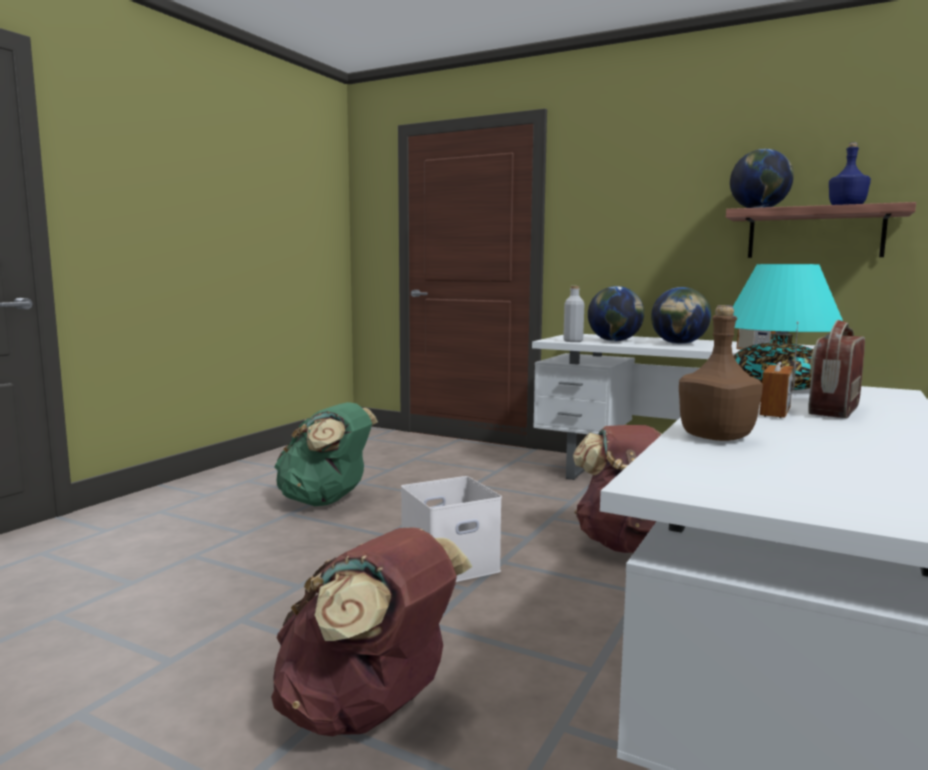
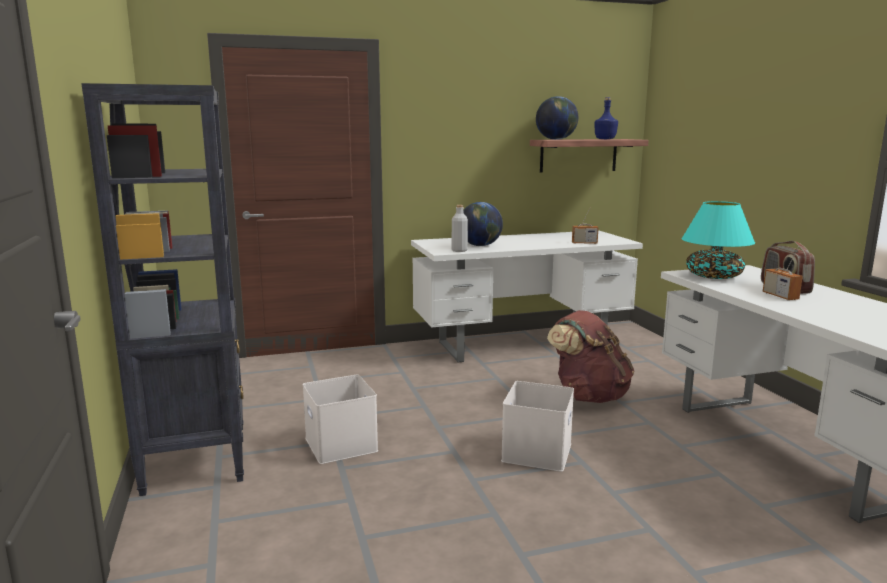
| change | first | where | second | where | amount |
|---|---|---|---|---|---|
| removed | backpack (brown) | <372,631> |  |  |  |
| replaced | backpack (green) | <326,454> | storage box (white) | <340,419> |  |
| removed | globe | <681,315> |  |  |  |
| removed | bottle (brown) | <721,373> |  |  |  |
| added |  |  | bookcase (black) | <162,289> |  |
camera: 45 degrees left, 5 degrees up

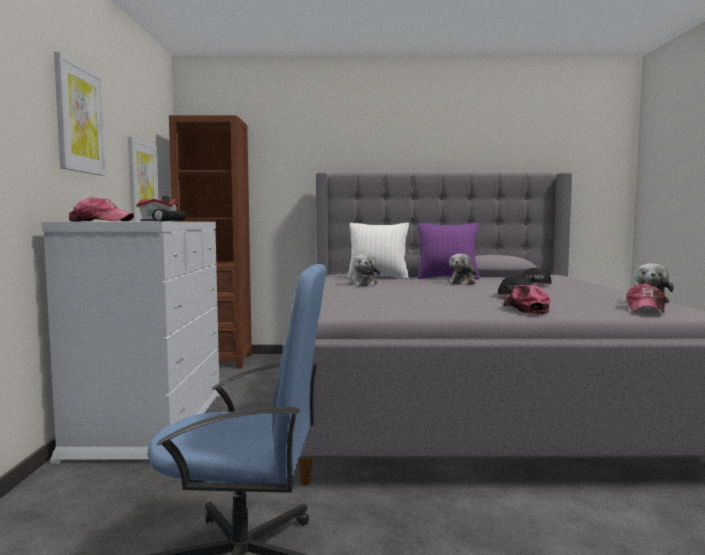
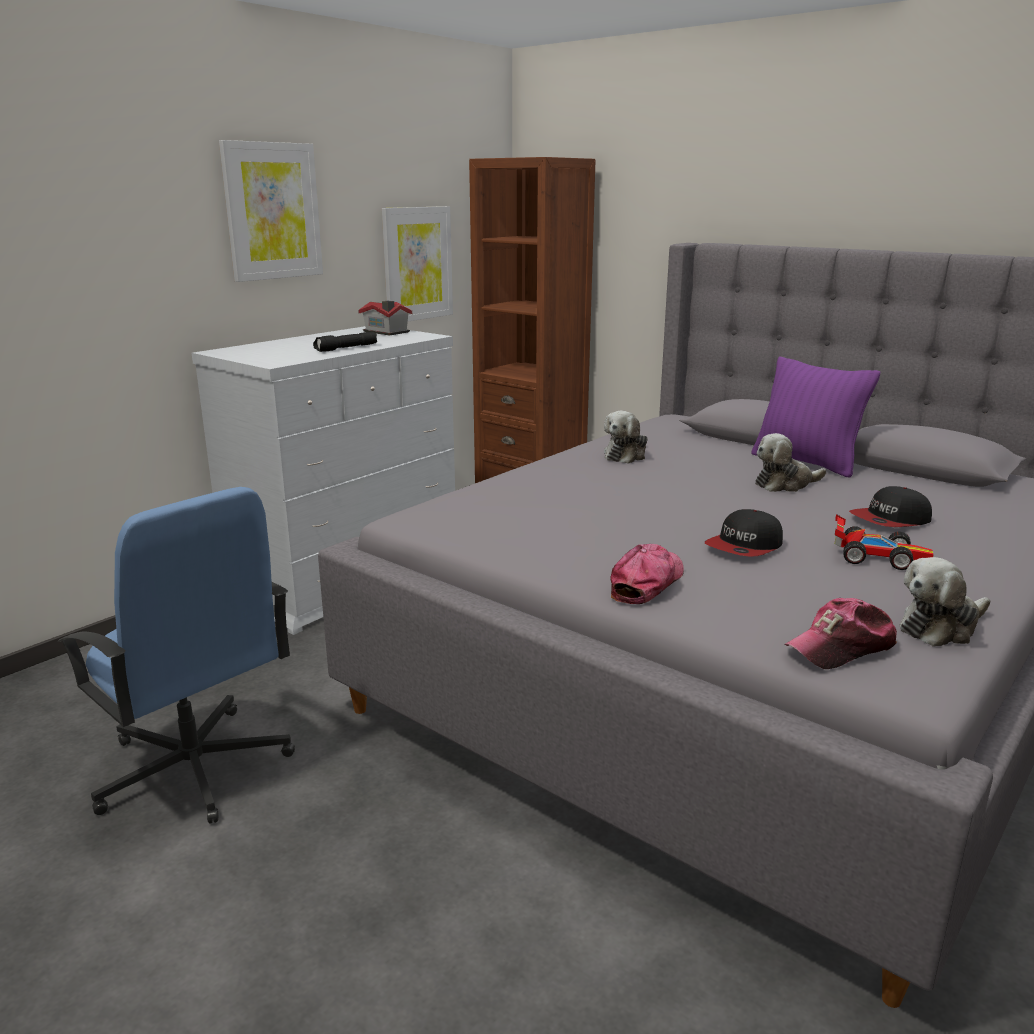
| change | first | where | second | where | amount |
|---|---|---|---|---|---|
| removed | cap | <101,209> |  |  |  |
| removed | pillow (white) | <378,251> |  |  |  |
| added |  |  | toy car | <884,542> |  |
camera: 40 degrees right, 15 degrees up

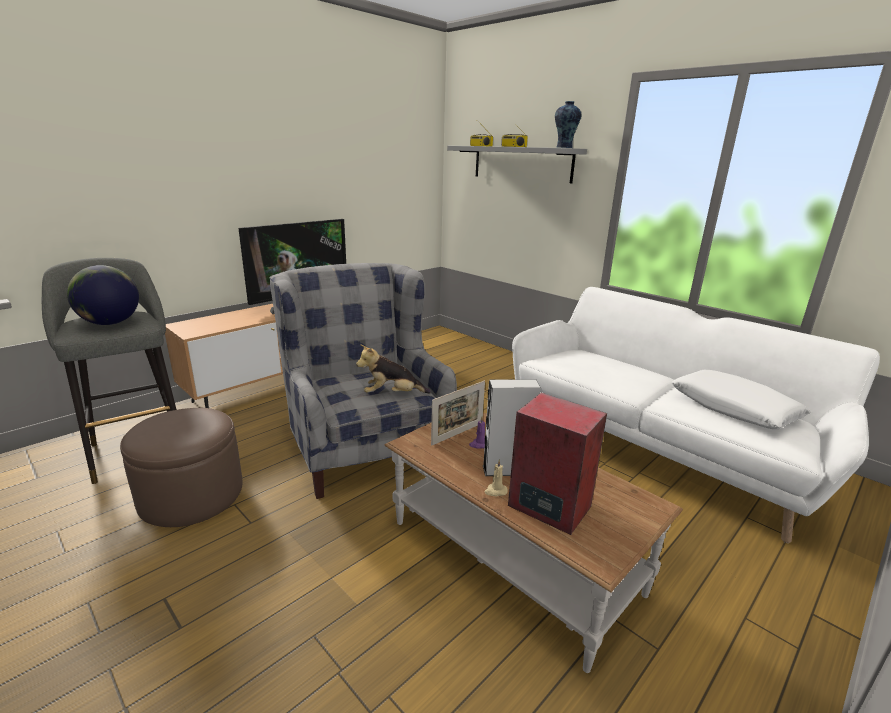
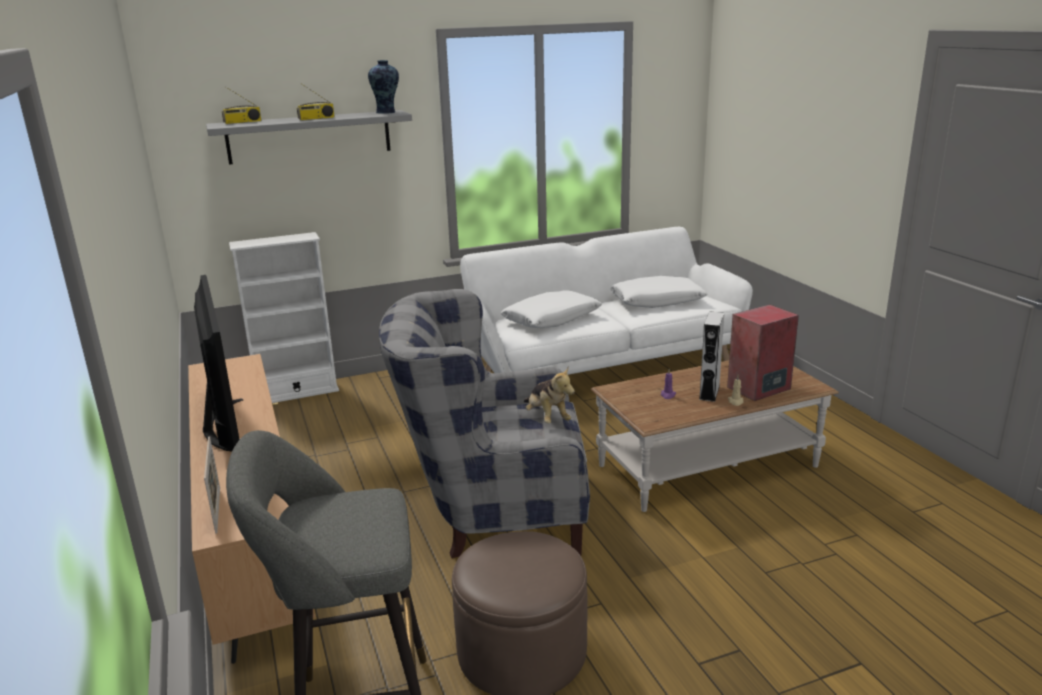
| change | first | where | second | where | amount |
|---|---|---|---|---|---|
| removed | globe | <103,295> |  |  |  |
| turned | plush toy | <393,368> |  | <549,395> | 45 degrees counterclockwise |
| moved | picture frame | <458,413> |  | <212,485> |  |
| added |  |  | bookcase (white) | <284,317> |  |
| added |  |  | pillow (white) | <551,309> |  |
camera: 65 degrees left, 0 degrees up

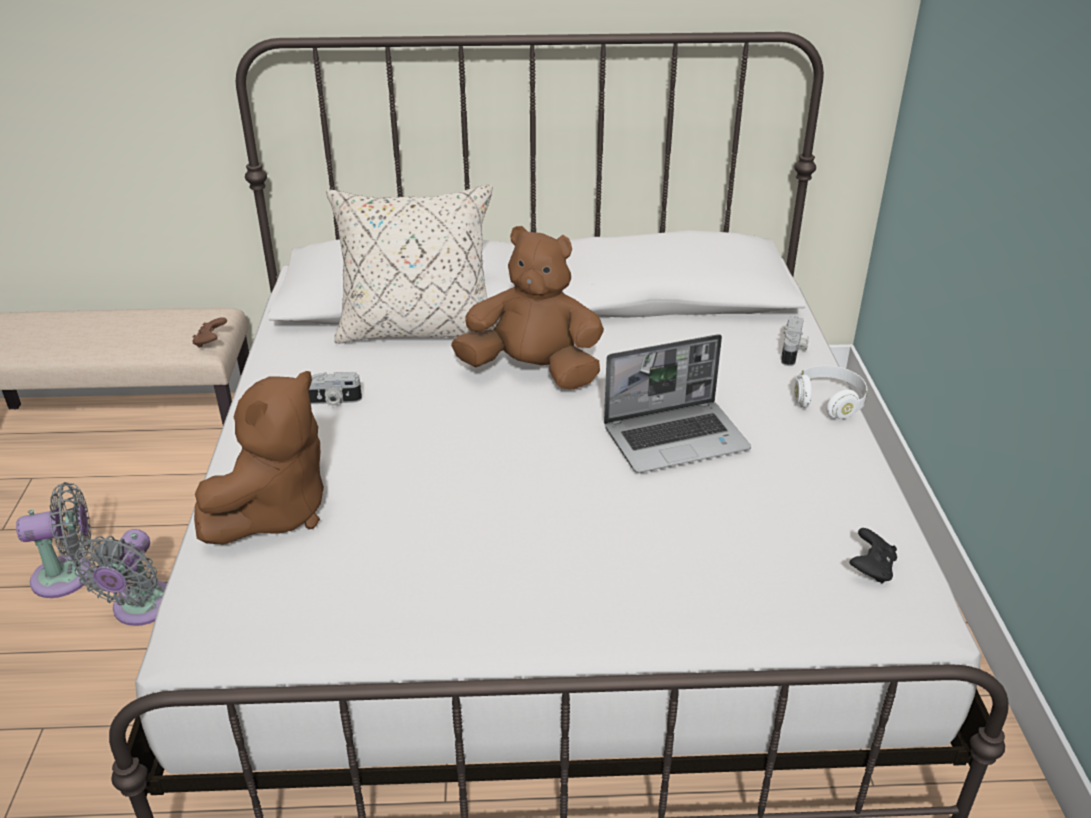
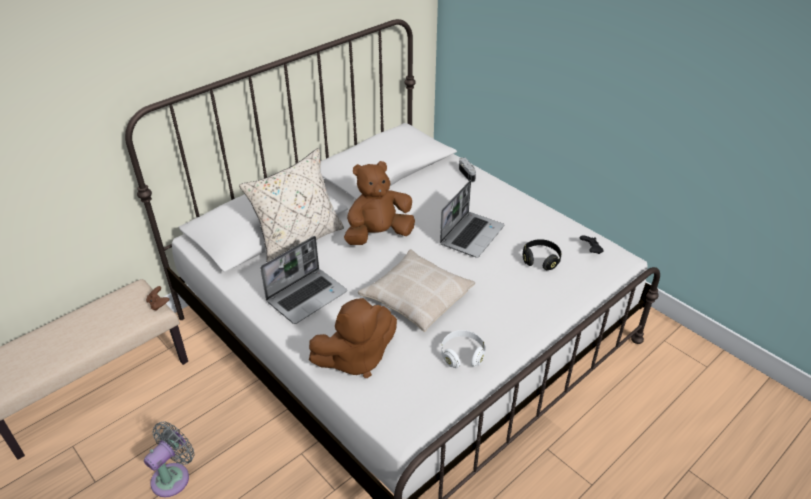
| change | first | where | second | where | amount |
|---|---|---|---|---|---|
| removed | fan (grey) | <120,577> |  |  |  |
| turned | plush toy (brown) | <259,458> |  | <353,338> | 75 degrees clockwise |
| replaced | photo camera | <335,389> | laptop | <303,280> |  |
| moved | headphones (white) | <830,392> |  | <463,349> |  |
| added |  |  | pillow (beige) | <416,290> |  |
| added |  |  | headphones (black) | <542,254> |  |
camera: 40 degrees left, 5 degrees up

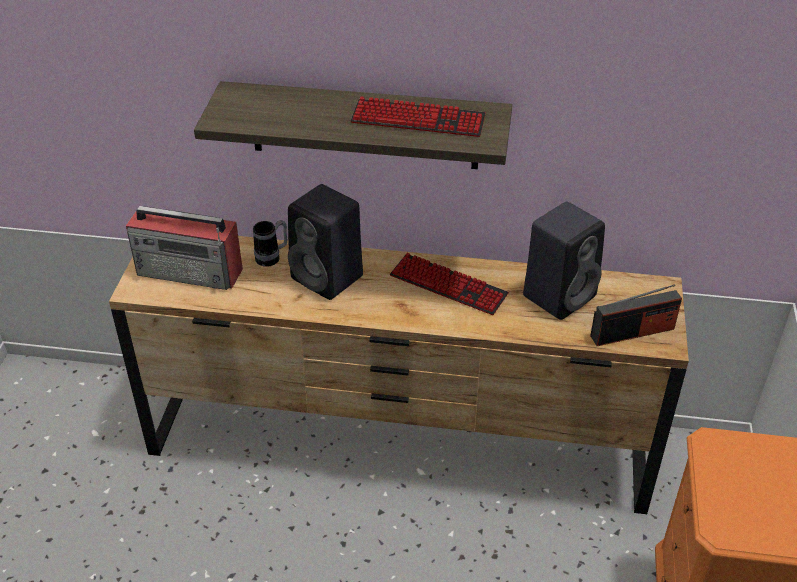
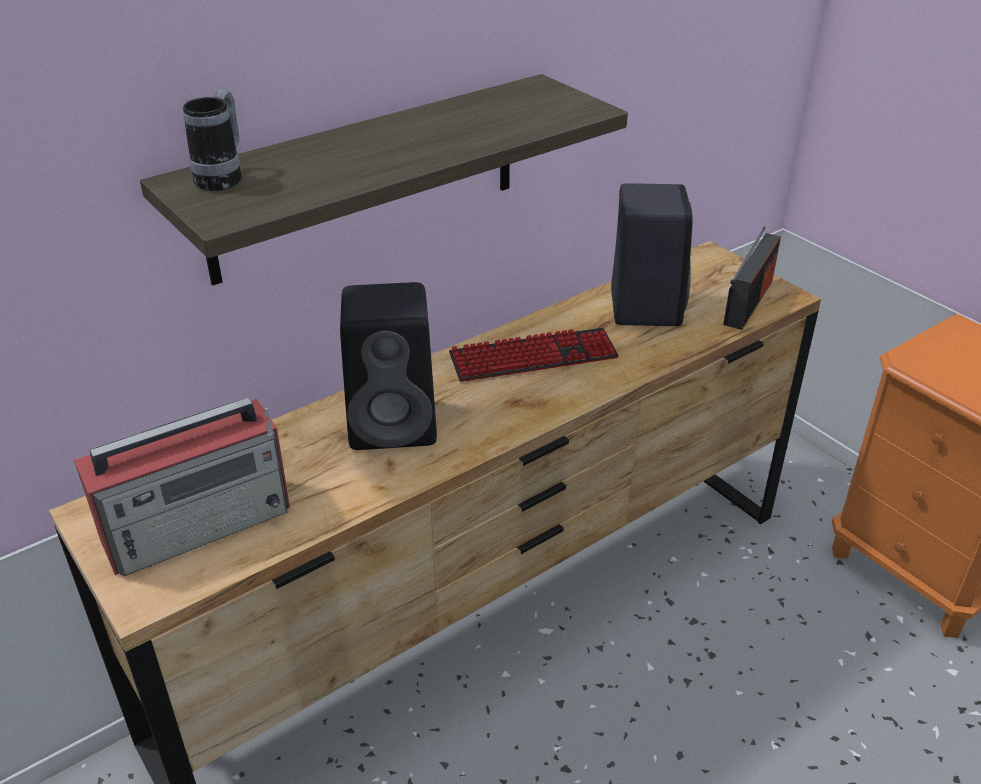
| change | first | where | second | where | amount |
|---|---|---|---|---|---|
| moved | mug | <270,243> |  | <212,140> |  |
| removed | keyboard | <418,116> |  |  |  |
camera: 45 degrees left, 5 degrees down

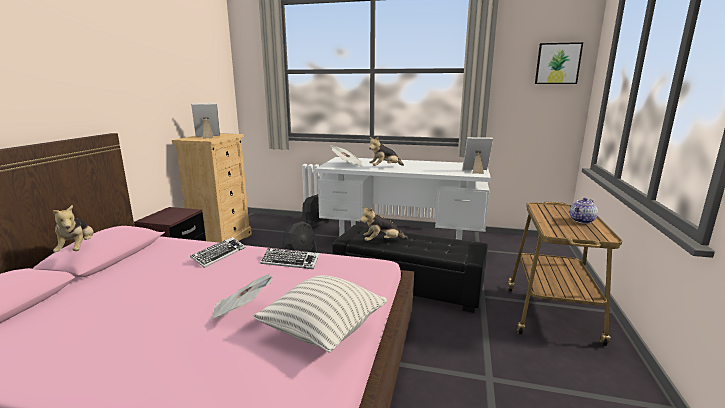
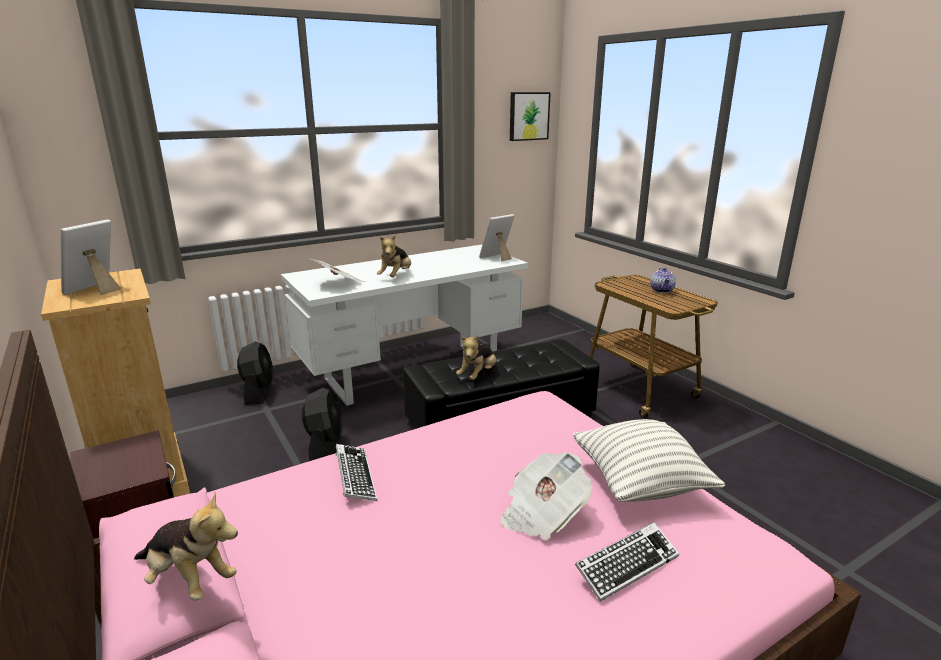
| change | first | where | second | where | amount |
|---|---|---|---|---|---|
| moved | keyboard | <289,258> |  | <627,561> |  |
camera: 45 degrees left, 5 degrees up

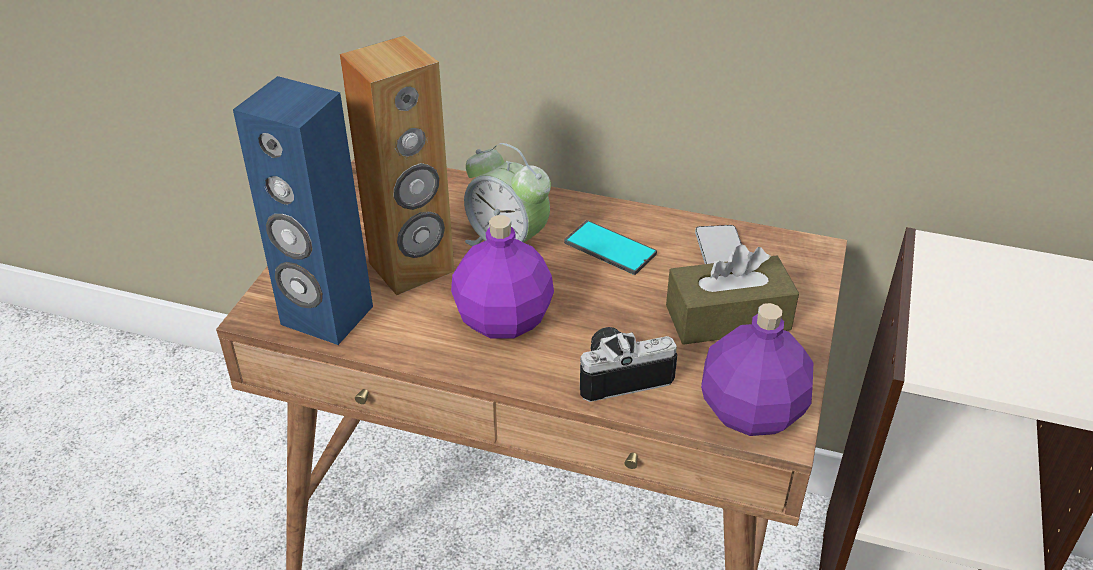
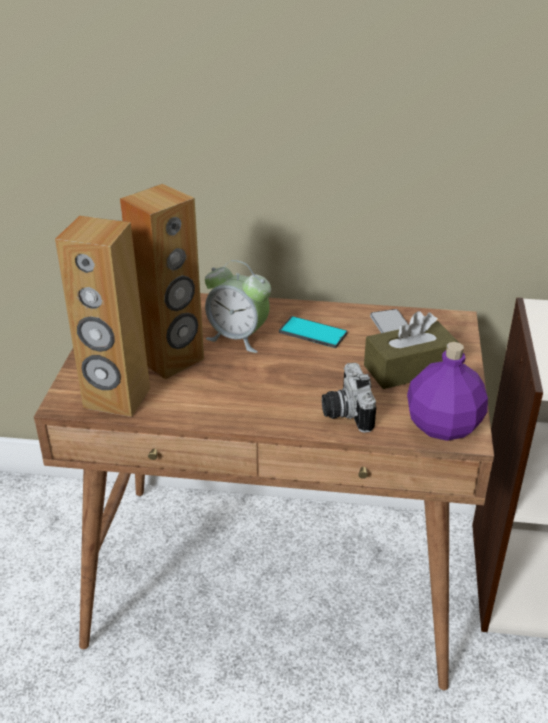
| change | first | where | second | where | amount |
|---|---|---|---|---|---|
| recoloured | speaker (blue) | <303,210> | speaker (brown) | <102,316> |  |
| removed | bottle (purple) | <502,277> |  |  |  |
| turned | photo camera | <628,364> |  | <349,398> | 75 degrees counterclockwise |
camera: 10 degrees left, 5 degrees down

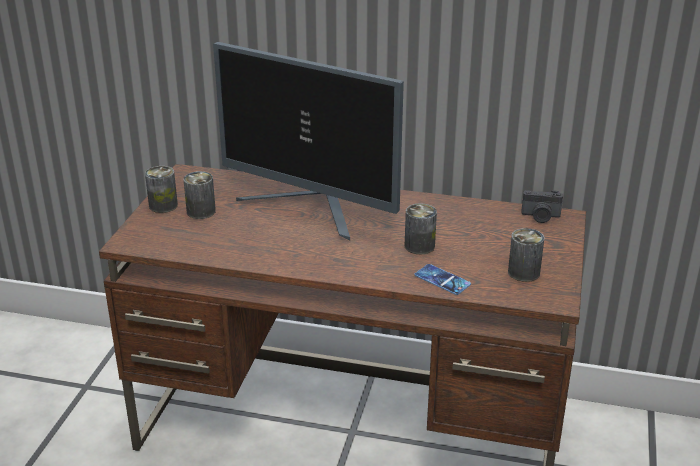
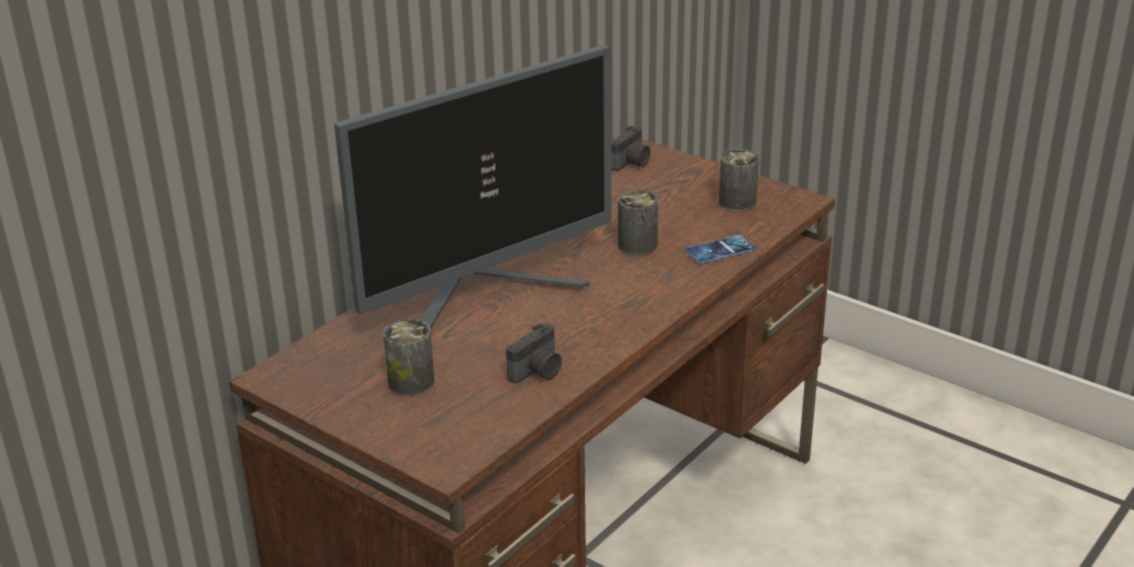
| change | first | where | second | where | amount |
|---|---|---|---|---|---|
| removed | can | <161,189> |  |  |  |
| added |  |  | photo camera | <534,353> |  |
camera: 65 degrees left, 0 degrees up

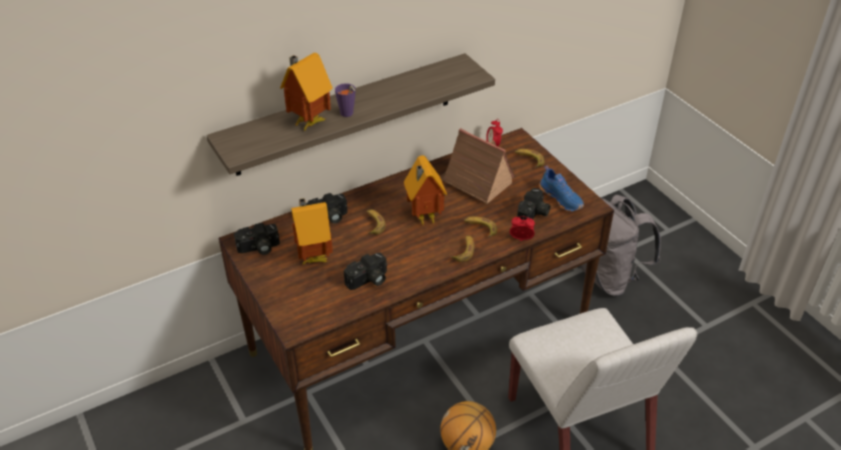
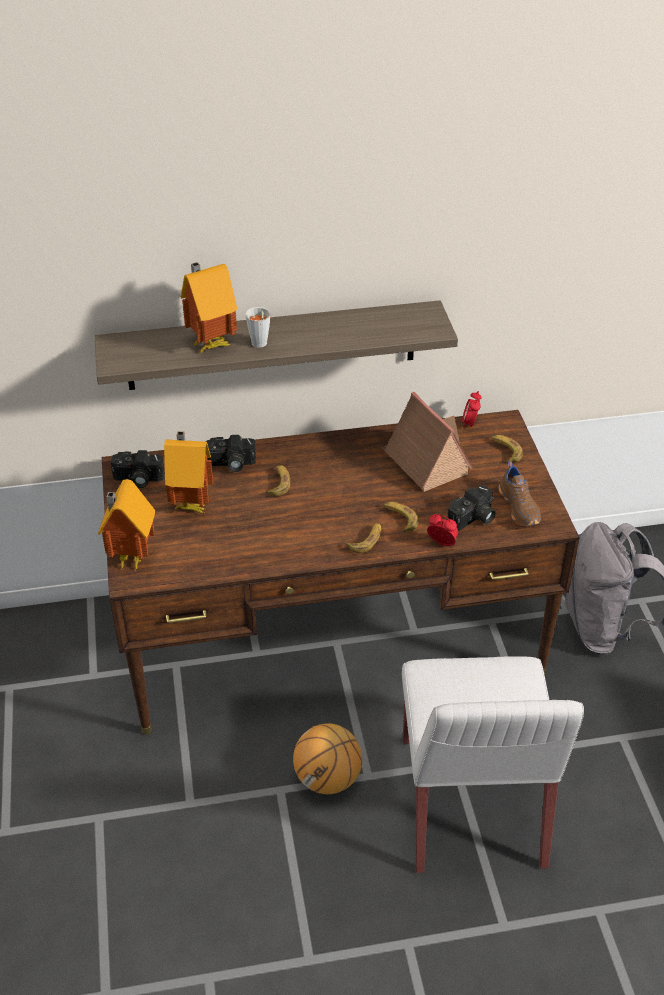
| change | first | where | second | where | amount |
|---|---|---|---|---|---|
| recoloured | cup (purple) | <345,100> | cup (grey) | <257,327> |  |
| removed | photo camera | <365,271> |  |  |  |
| moved | toy house | <425,191> |  | <126,524> |  |
| recoloured | shoe (blue) | <561,188> | shoe (brown) | <520,494> |  |
camera: 20 degrees right, 0 degrees up

